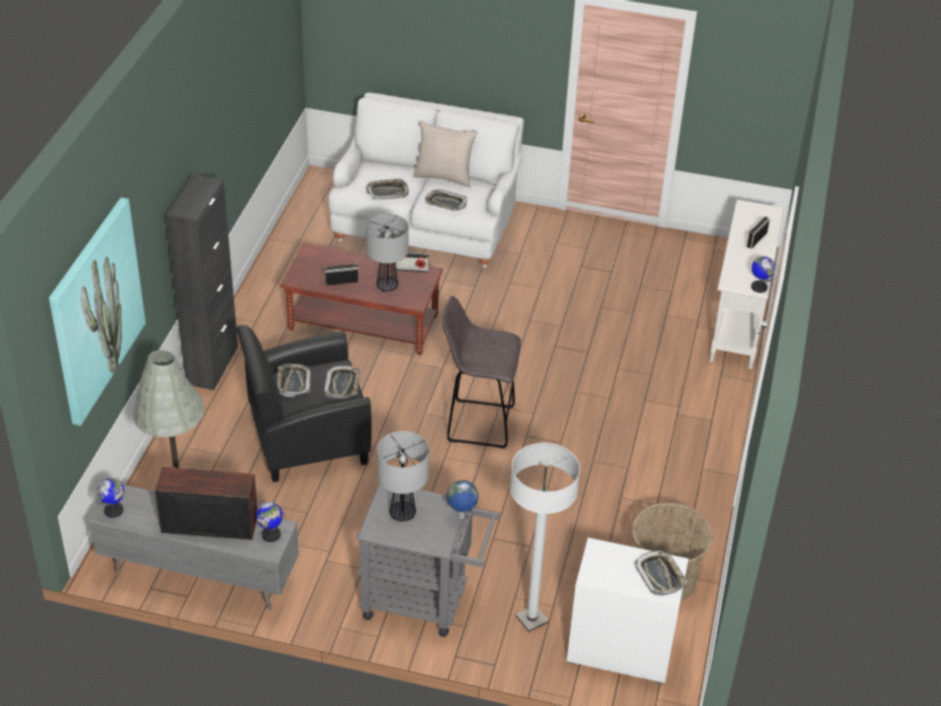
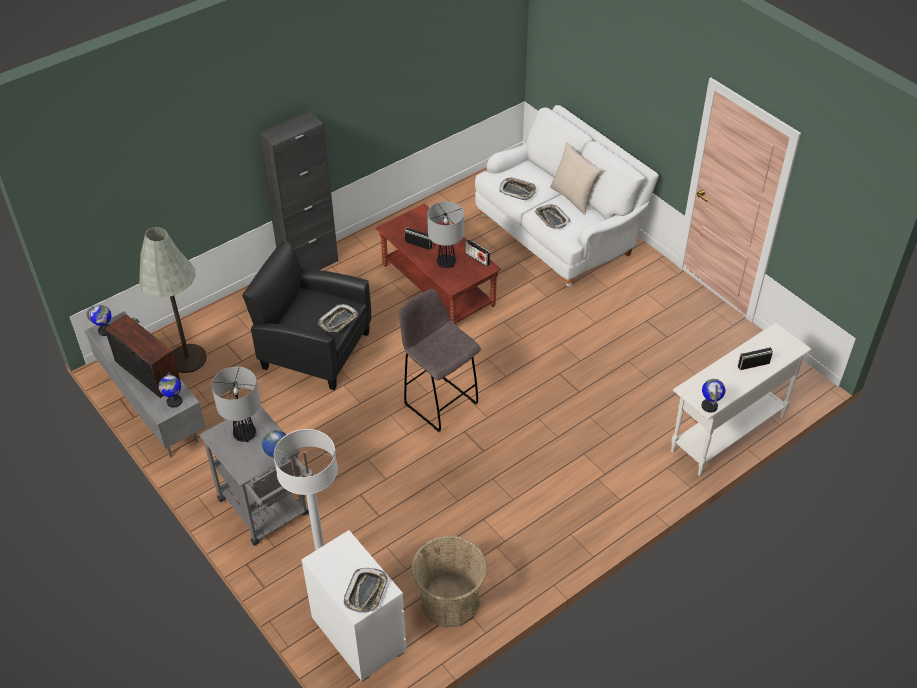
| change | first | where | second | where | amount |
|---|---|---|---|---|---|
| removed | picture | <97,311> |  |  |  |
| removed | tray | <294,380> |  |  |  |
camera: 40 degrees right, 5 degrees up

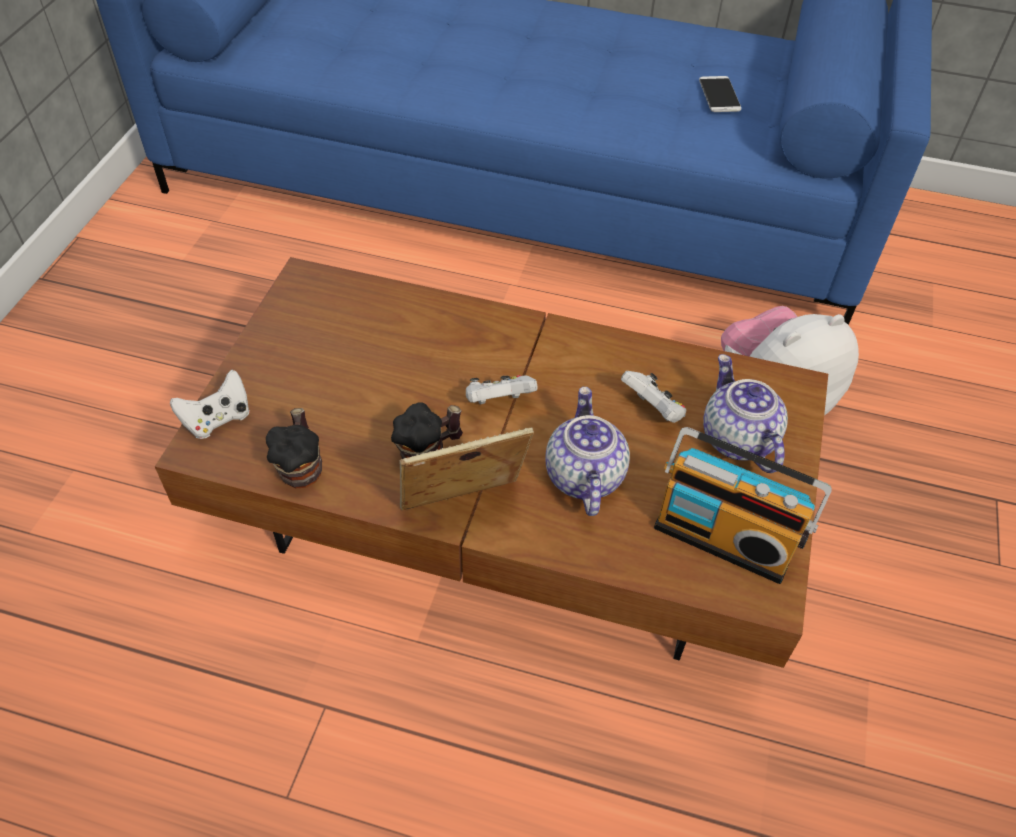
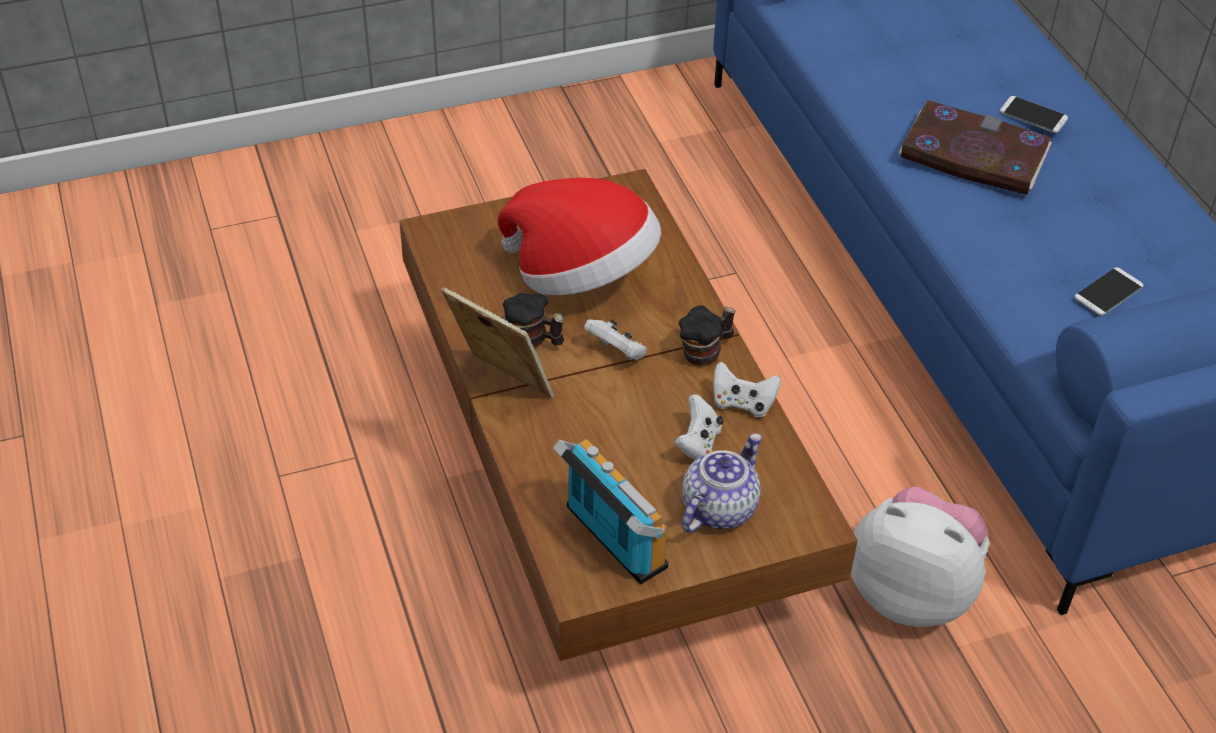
| change | first | where | second | where | amount |
|---|---|---|---|---|---|
| moved | game controller (white) | <210,404> |  | <747,389> |  |
| moved | mug | <294,448> |  | <707,336> |  |
| removed | teapot | <587,451> |  |  |  |
| turned | radio | <743,505> |  | <610,511> | 150 degrees clockwise |
| added |  |  | hat | <579,236> |  |
| added |  |  | book | <975,147> |  |
| added |  |  | phone | <1034,114> |  |
camera: 55 degrees right, 5 degrees down

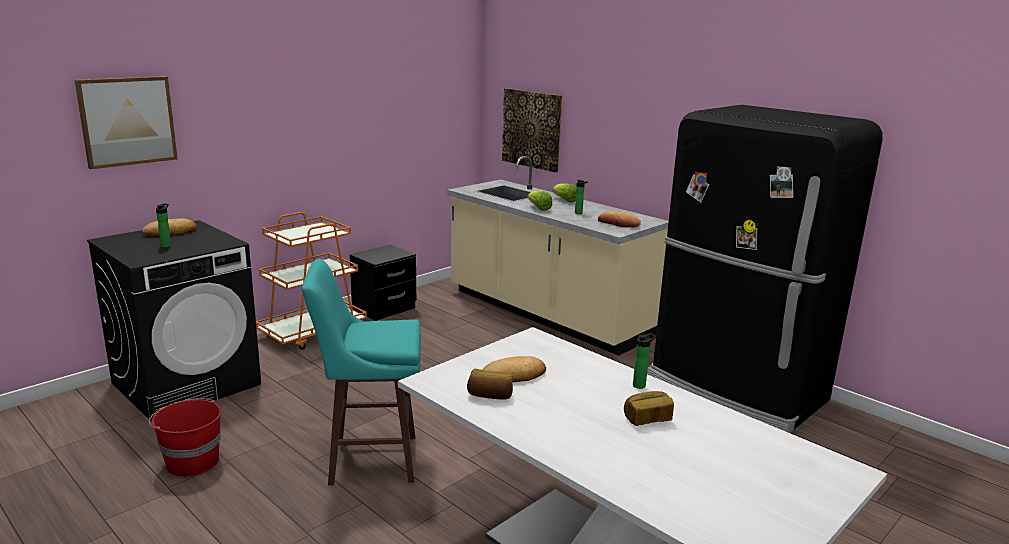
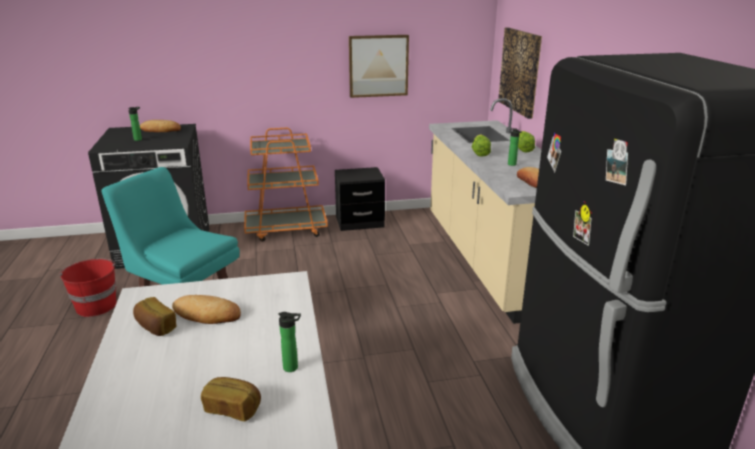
| change | first | where | second | where | amount |
|---|---|---|---|---|---|
| moved | picture | <125,122> |  | <379,66> |  |
camera: 35 degrees right, 5 degrees up

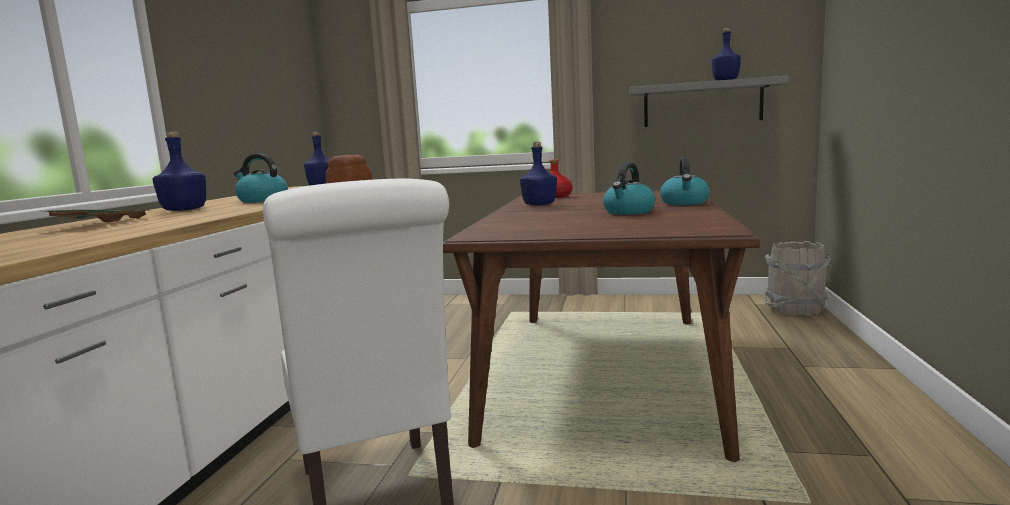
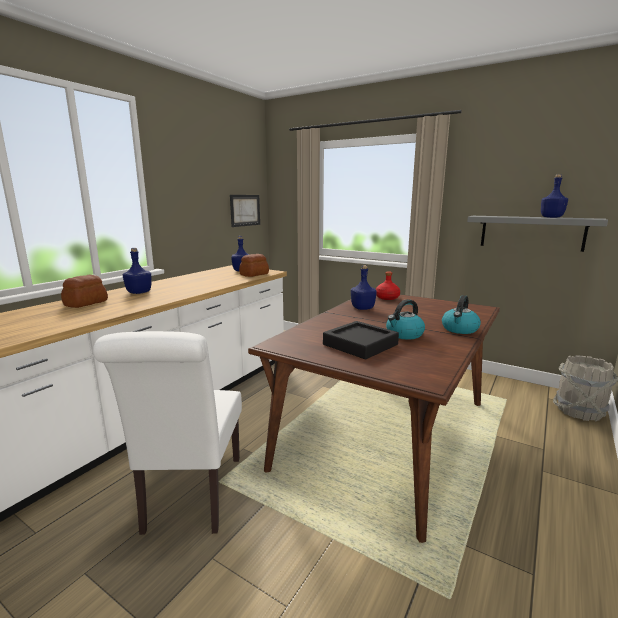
| change | first | where | second | where | amount |
|---|---|---|---|---|---|
| replaced | tray (green) | <96,216> | bread | <84,291> |  |
| removed | kettle | <261,178> |  |  |  |
| added |  |  | picture | <245,211> |  |
| added |  |  | tray (black) | <361,340> |  |
camera: 20 degrees right, 5 degrees up

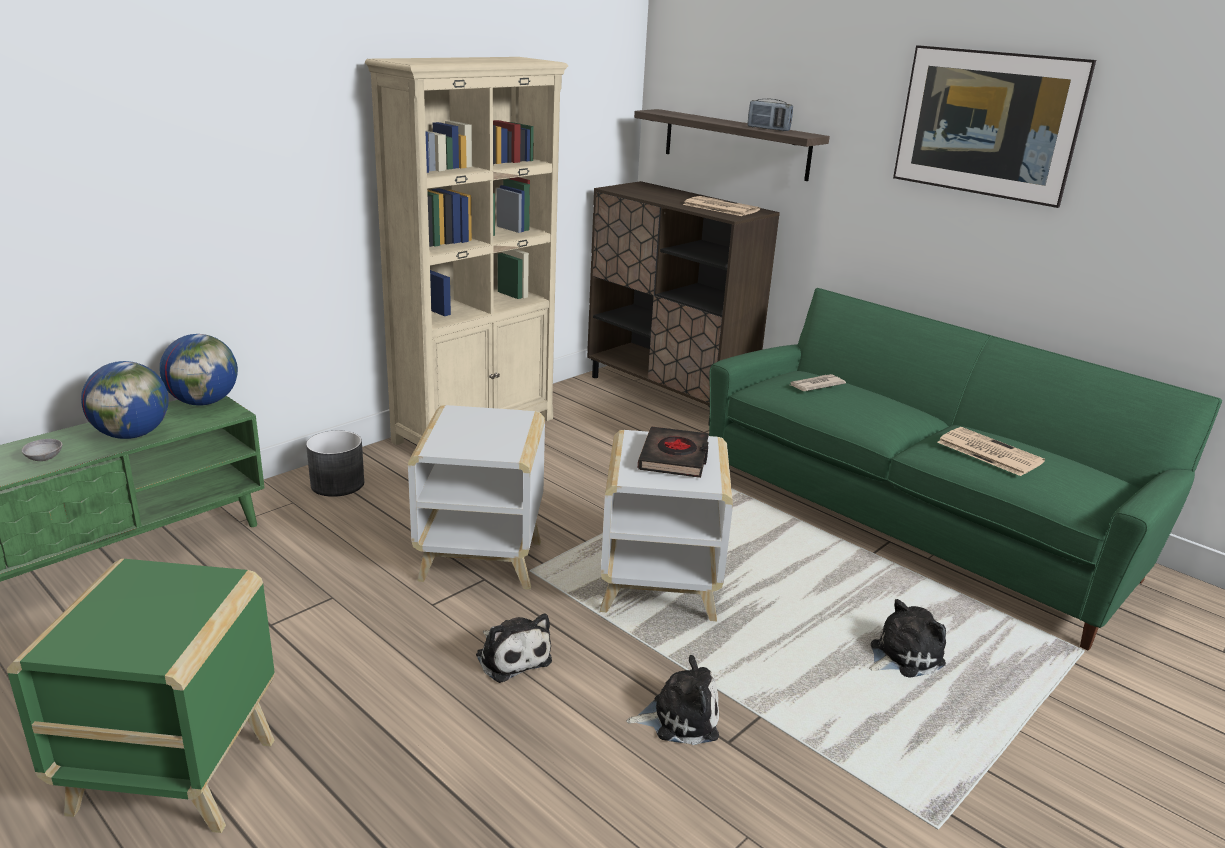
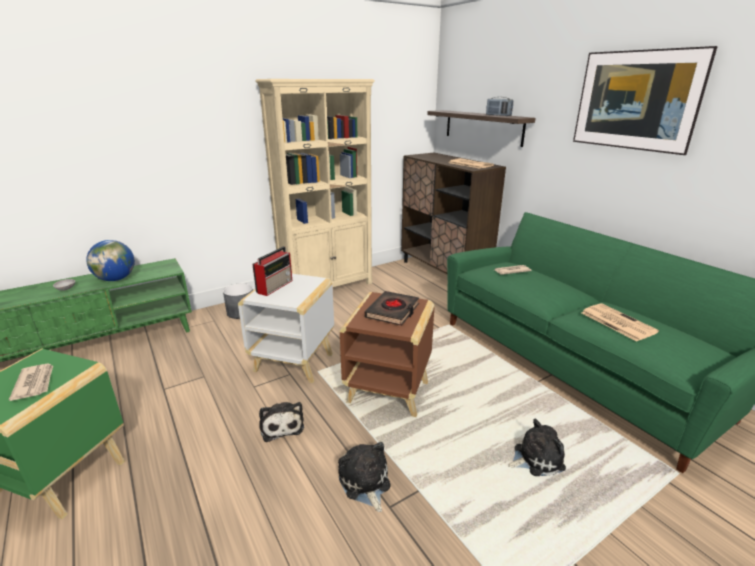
| change | first | where | second | where | amount |
|---|---|---|---|---|---|
| removed | globe | <198,370> |  |  |  |
| recoloured | side table (white) | <666,525> | side table (brown) | <387,354> |  |
| turned | plush toy | <672,700> |  | <364,477> | 120 degrees counterclockwise |
| added |  |  | newspaper | <31,382> |  |
| added |  |  | radio | <272,271> |  |
camera: 15 degrees right, 0 degrees up

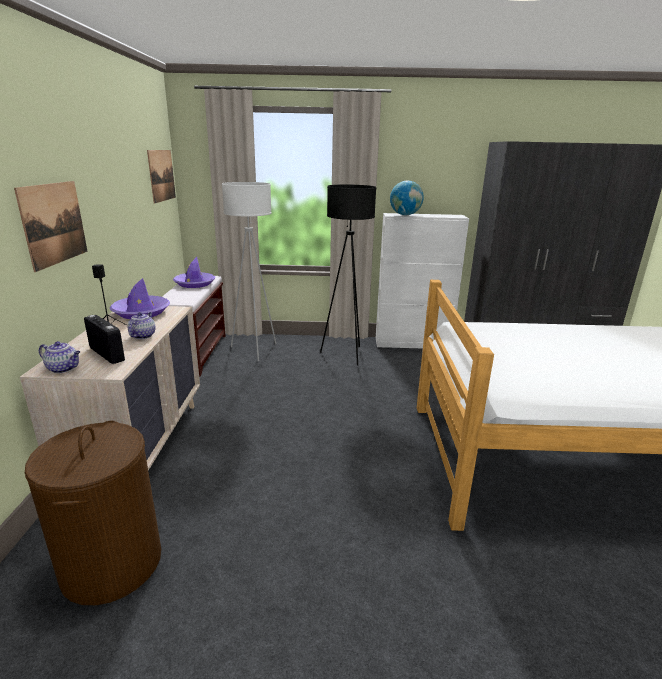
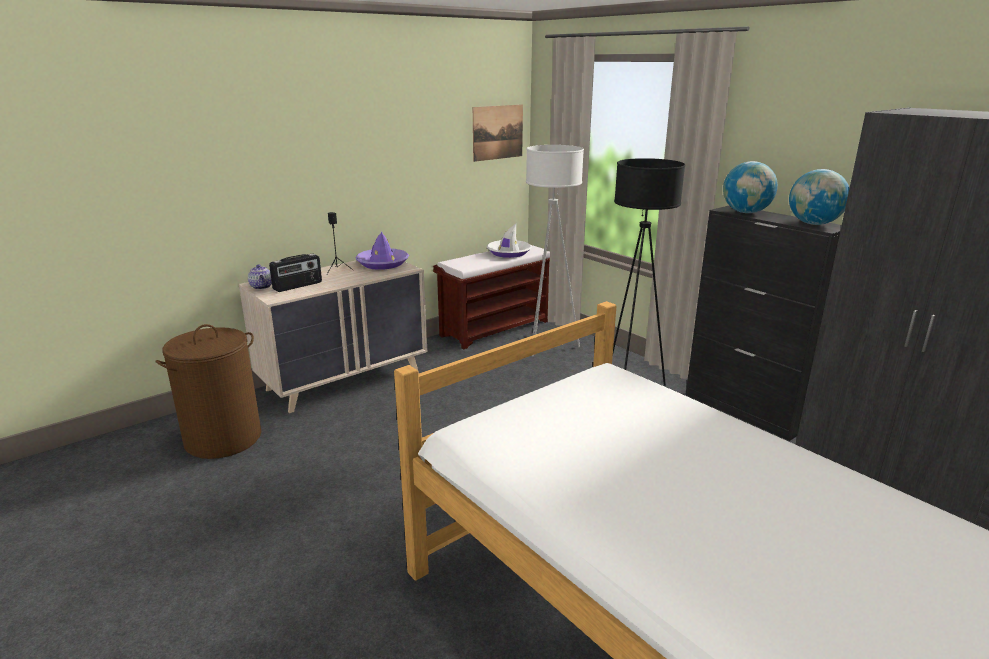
| change | first | where | second | where | amount |
|---|---|---|---|---|---|
| removed | picture | <51,226> |  |  |  |
| turned | radio | <104,339> |  | <295,273> | 45 degrees clockwise |
| removed | teapot | <141,325> |  |  |  |
| recoloured | hat (purple) | <194,272> | hat (white) | <509,241> |  |
| recoloured | cabinet (white) | <422,280> | cabinet (black) | <764,323> |  |
| added |  |  | globe | <819,197> |  |
camera: 50 degrees right, 0 degrees up

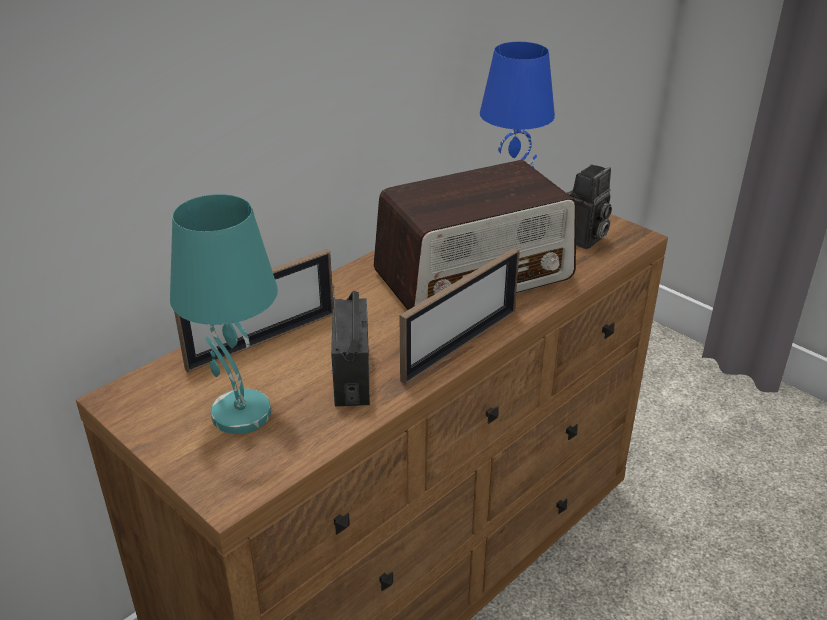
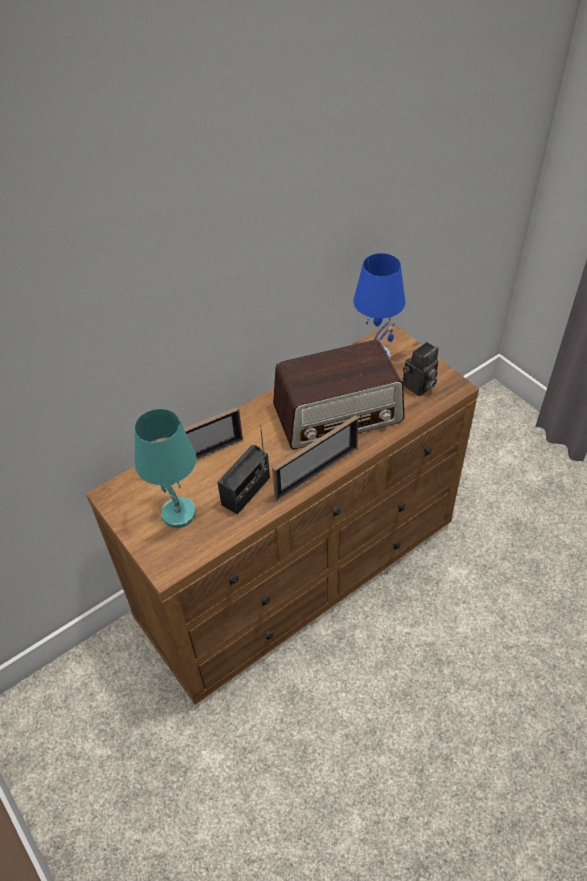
| change | first | where | second | where | amount |
|---|---|---|---|---|---|
| turned | radio | <350,345> |  | <243,470> | 150 degrees counterclockwise |
camera: 10 degrees right, 15 degrees up

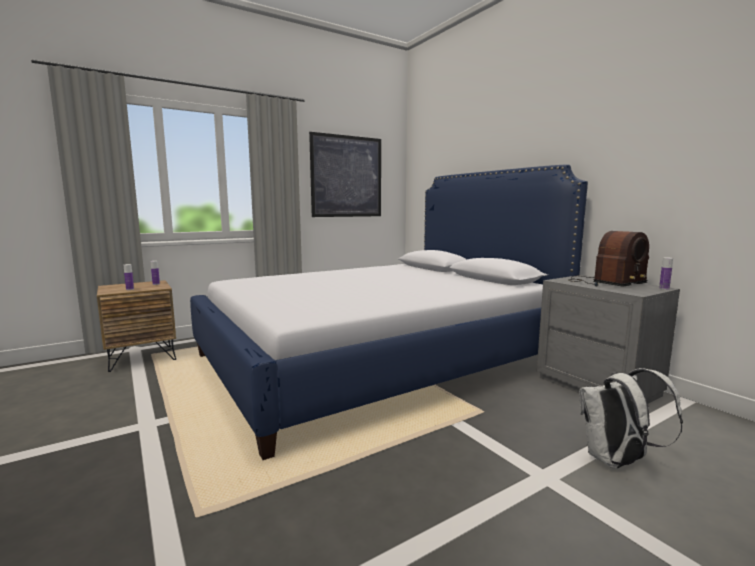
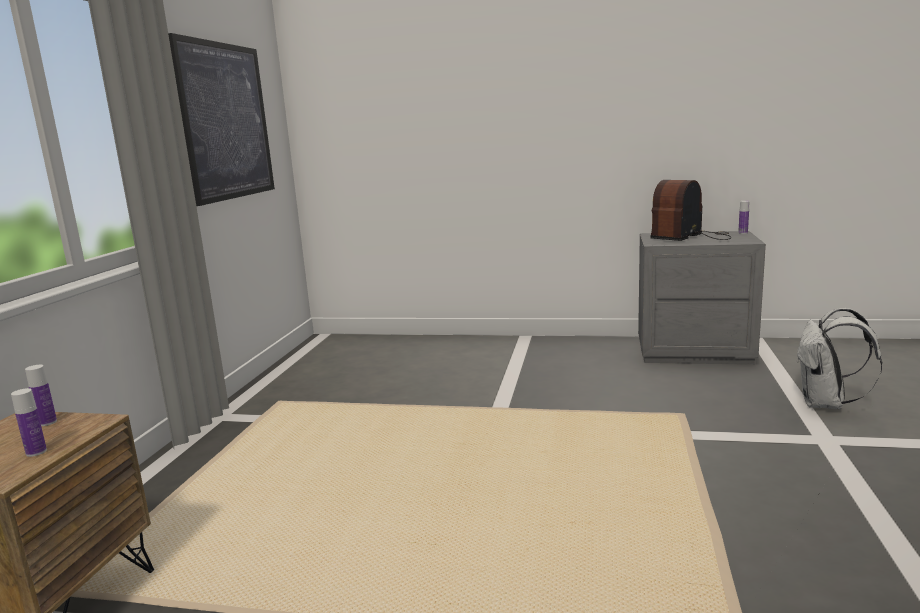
| change | first | where | second | where | amount |
|---|---|---|---|---|---|
| removed | bed | <389,312> |  |  |  |
| turned | radio | <608,259> |  | <690,210> | 150 degrees counterclockwise |
camera: 45 degrees left, 5 degrees up

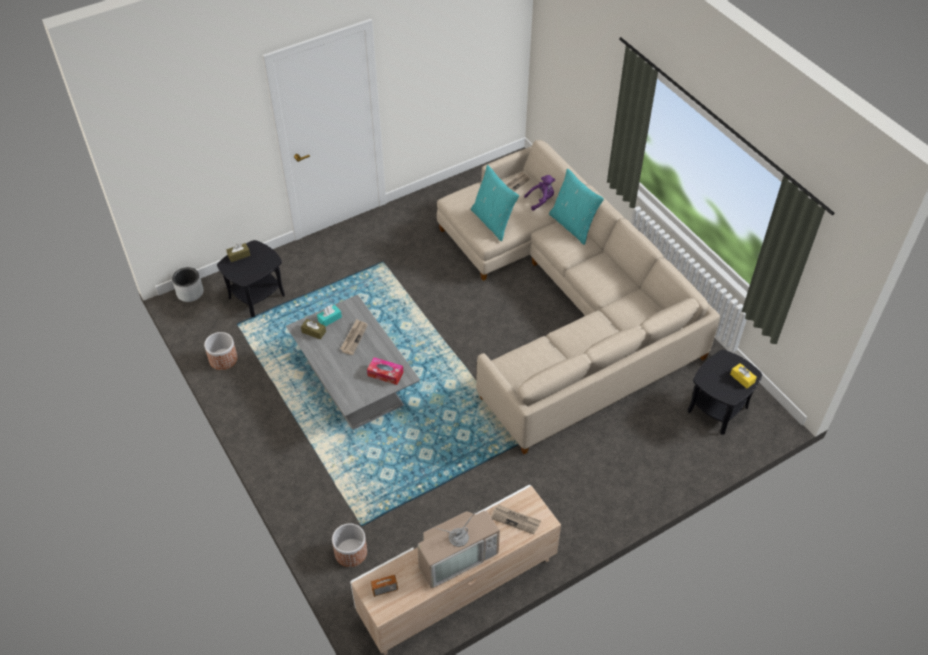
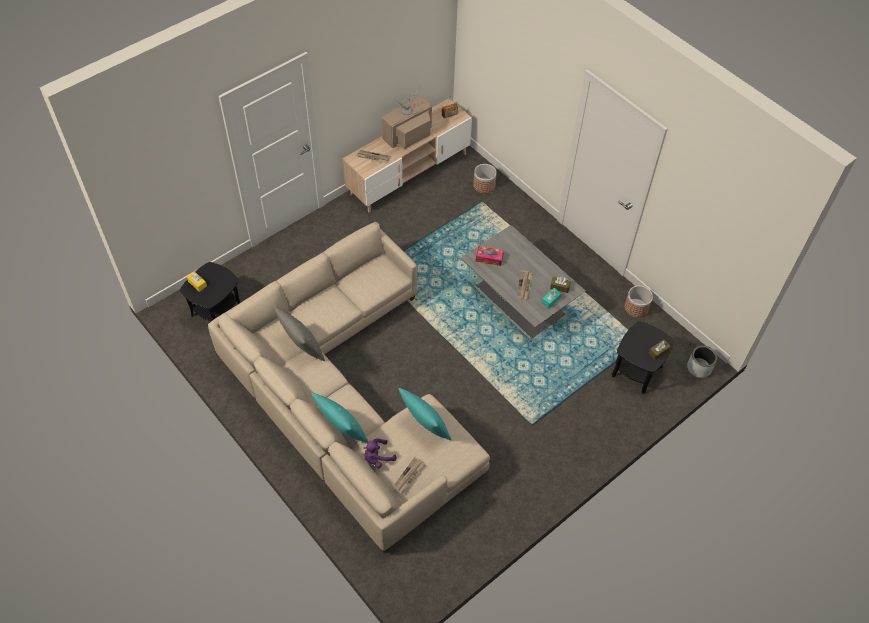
| change | first | where | second | where | amount |
|---|---|---|---|---|---|
| added |  |  | pillow (grey) | <299,334> |  |
camera: 170 degrees right, 5 degrees up

